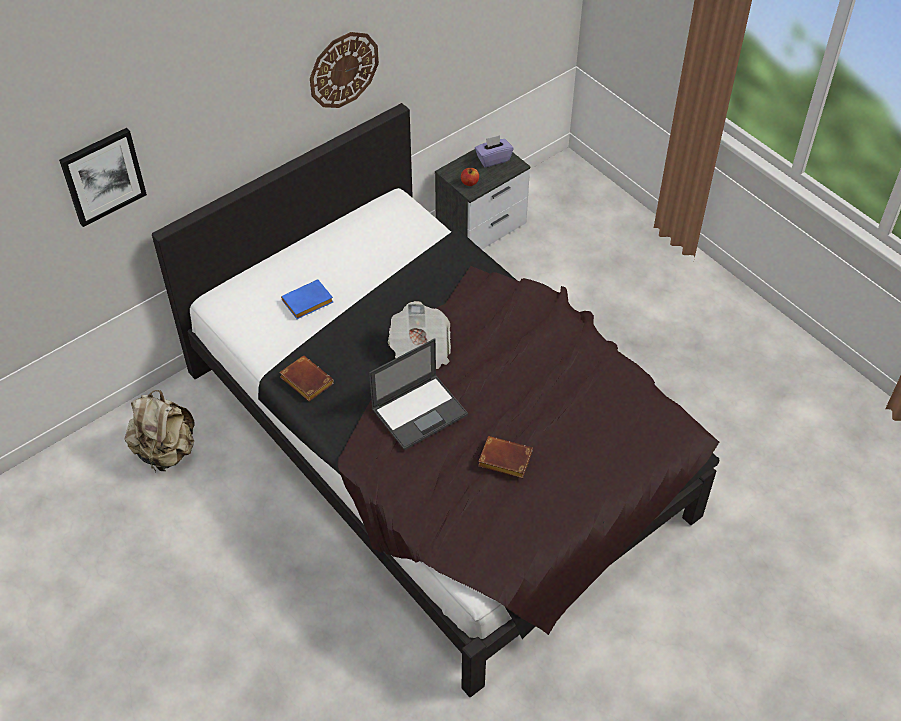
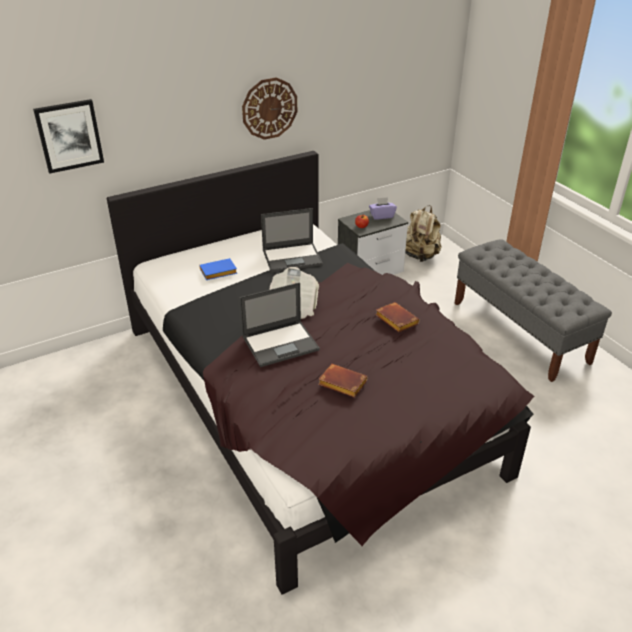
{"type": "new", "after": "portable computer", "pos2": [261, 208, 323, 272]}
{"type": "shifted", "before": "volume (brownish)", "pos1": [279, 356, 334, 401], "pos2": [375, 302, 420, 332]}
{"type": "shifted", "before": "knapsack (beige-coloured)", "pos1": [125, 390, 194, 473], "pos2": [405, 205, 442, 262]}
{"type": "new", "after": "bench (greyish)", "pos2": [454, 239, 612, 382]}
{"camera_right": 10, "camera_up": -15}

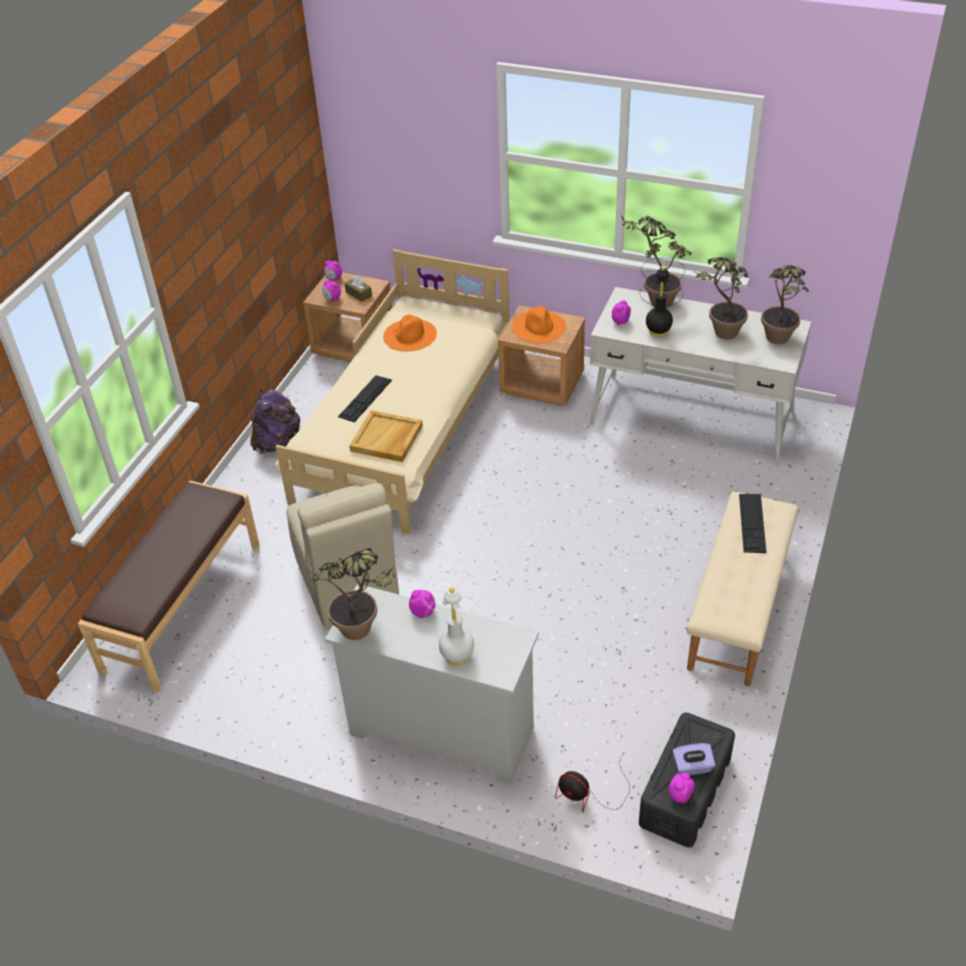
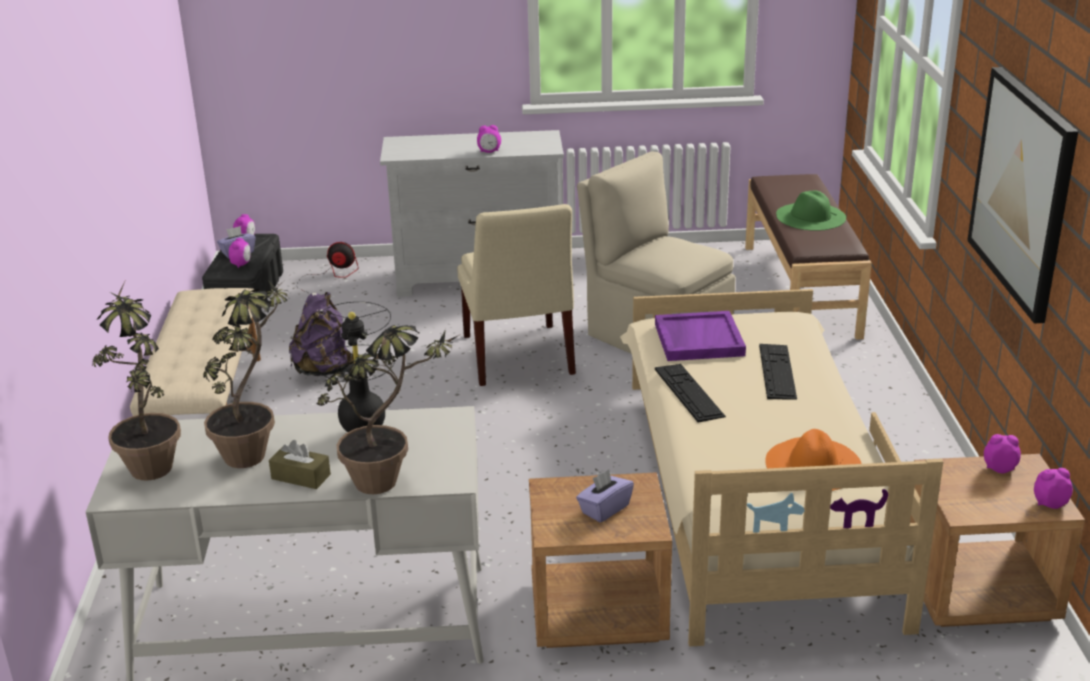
{"type": "shifted", "before": "bedside clock", "pos1": [612, 300, 631, 325], "pos2": [229, 238, 251, 268]}
{"type": "shifted", "before": "tissue holder (brownish)", "pos1": [345, 275, 372, 302], "pos2": [269, 440, 331, 489]}
{"type": "shifted", "before": "knapsack (purple)", "pos1": [250, 389, 300, 454], "pos2": [289, 292, 354, 376]}
{"type": "new", "after": "upright chair (beige-coloured)", "pos2": [457, 204, 576, 386]}
{"type": "swapped", "before": "hat (orange)", "after": "tissue holder (purple)", "pos1": [512, 306, 566, 343], "pos2": [576, 469, 634, 522]}
{"type": "repainted", "before": "serving tray (beige-coloured)", "after": "serving tray (purple)", "pos1": [349, 411, 423, 462], "pos2": [655, 311, 746, 361]}
{"type": "shifted", "before": "computer keyboard", "pos1": [739, 494, 766, 553], "pos2": [655, 364, 726, 423]}
{"type": "new", "after": "hat (greenish)", "pos2": [776, 190, 846, 231]}
{"type": "new", "after": "wall art", "pos2": [967, 67, 1078, 324]}
{"type": "gone", "before": "houseplant", "pos1": [312, 548, 395, 640]}
{"type": "gone", "before": "tabletop lamp (white-coloured)", "pos1": [423, 570, 483, 666]}
{"camera_right": 155, "camera_up": -15}

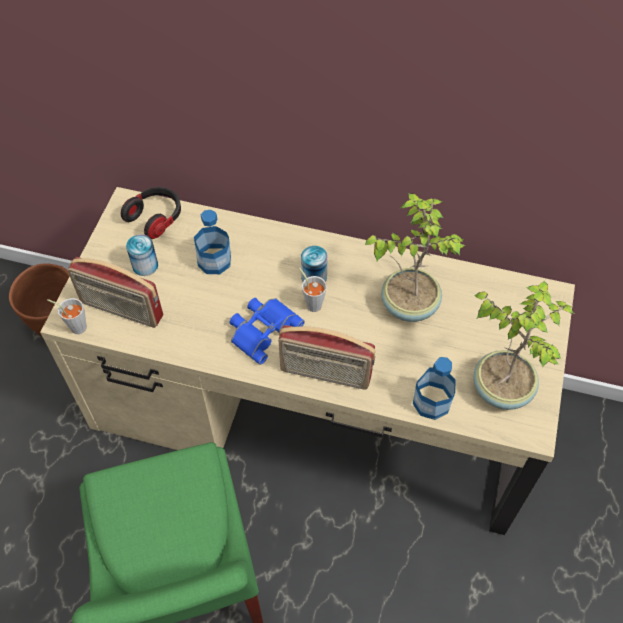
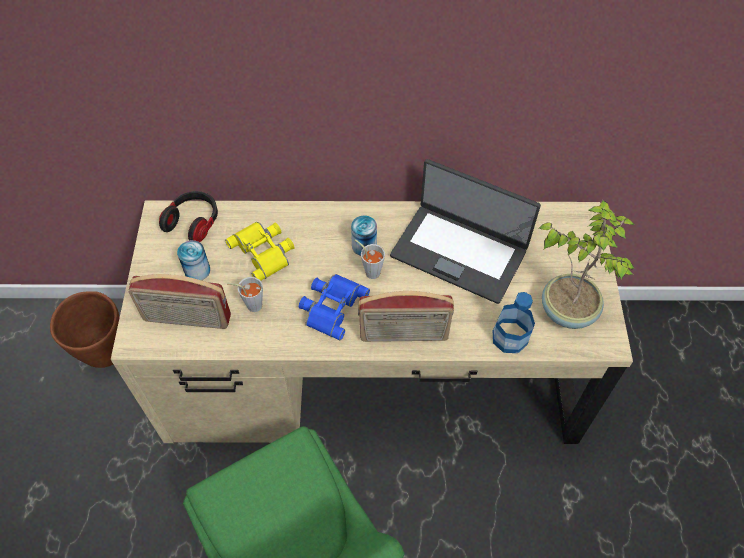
{"type": "swapped", "before": "beverage bottle", "after": "field glasses (yellow)", "pos1": [194, 210, 231, 274], "pos2": [225, 222, 294, 281]}
{"type": "shifted", "before": "drinking cup (greyish)", "pos1": [47, 298, 87, 334], "pos2": [227, 277, 263, 312]}
{"type": "swapped", "before": "houseplant", "after": "portable computer", "pos1": [365, 193, 465, 322], "pos2": [390, 159, 541, 304]}
{"camera_right": -15, "camera_up": 0}

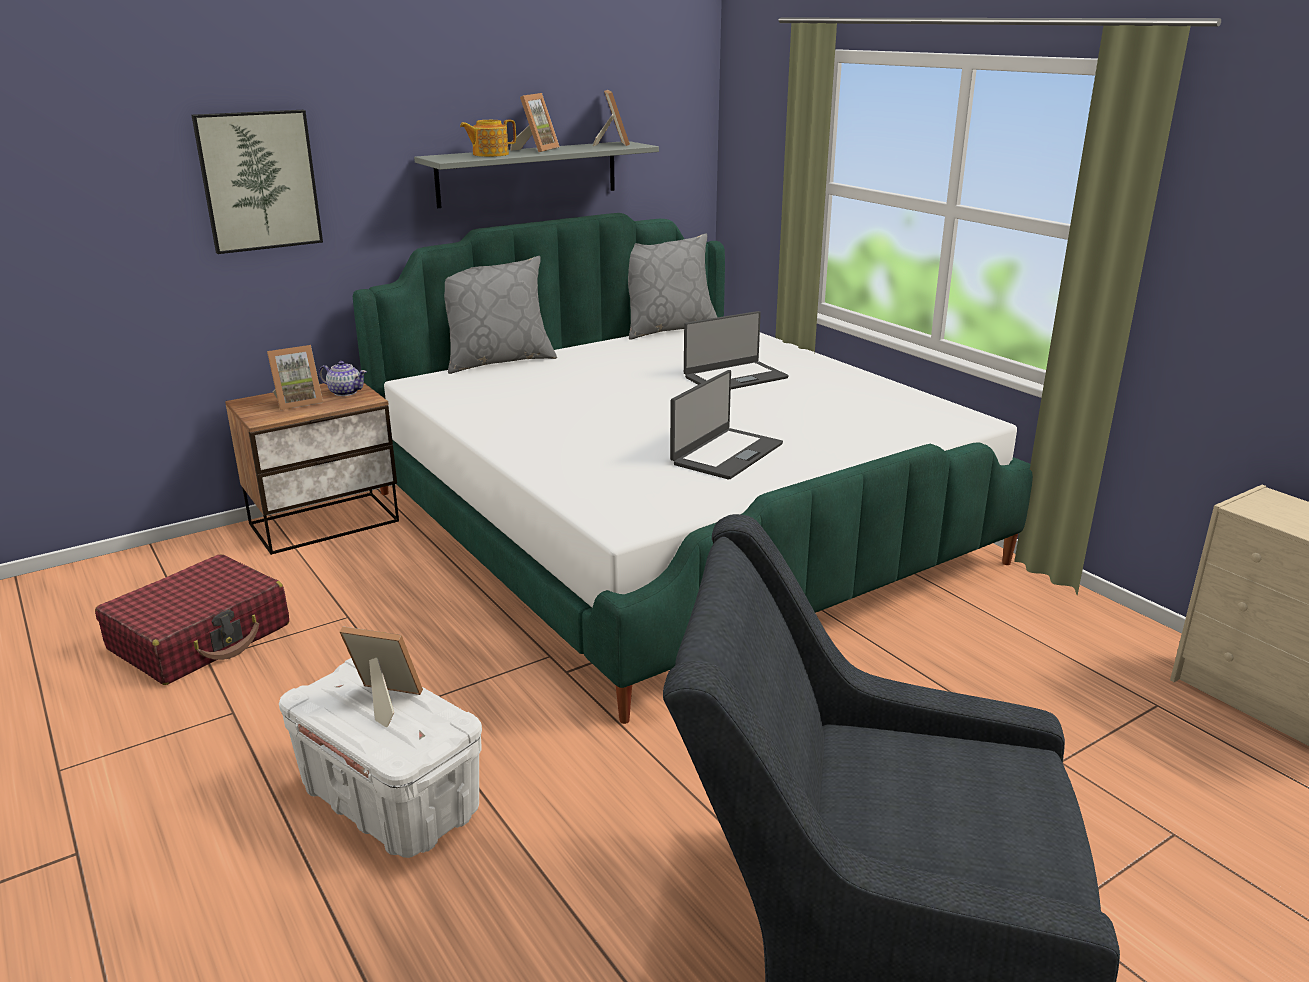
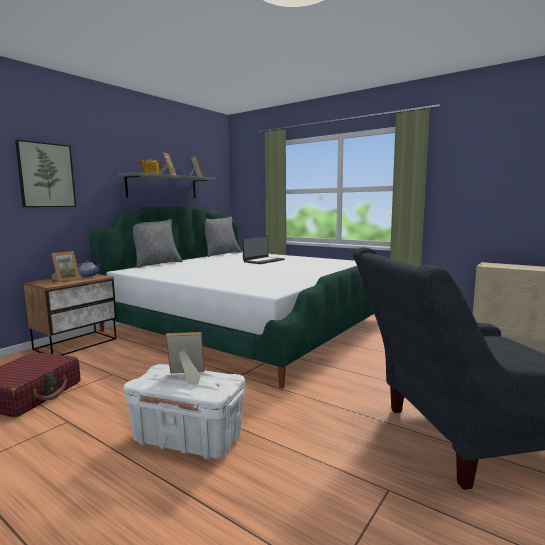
{"type": "gone", "before": "portable computer", "pos1": [670, 370, 783, 480]}
{"camera_right": -20, "camera_up": -15}

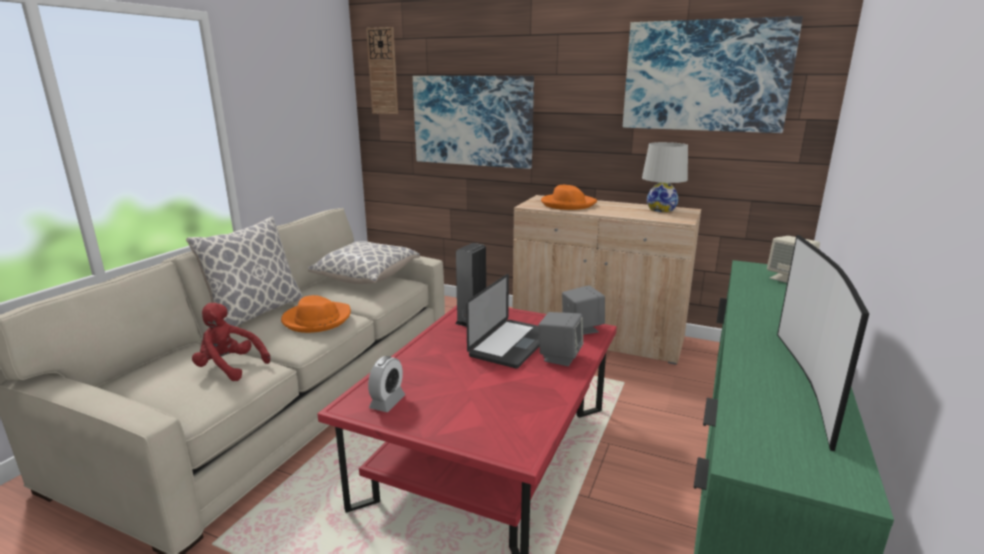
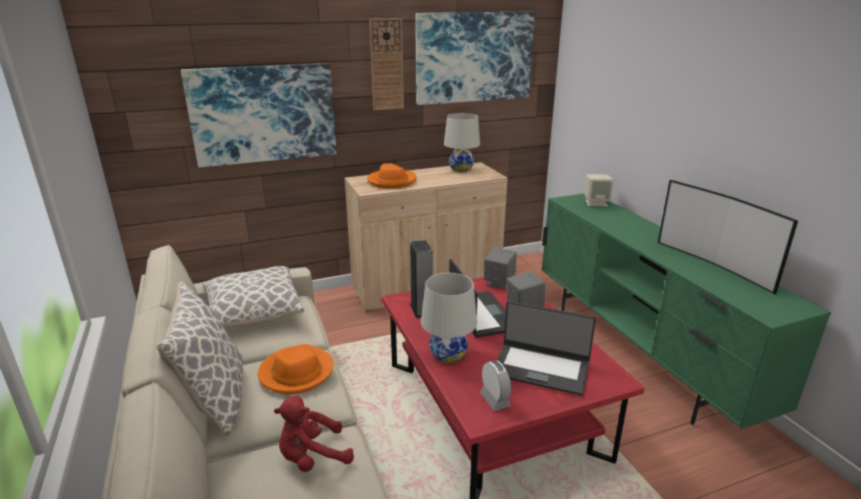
{"type": "shifted", "before": "wall clock", "pos1": [366, 27, 398, 114], "pos2": [369, 18, 404, 111]}
{"type": "new", "after": "tabletop lamp (white-coloured)", "pos2": [421, 273, 477, 363]}
{"type": "new", "after": "portable computer", "pos2": [497, 301, 596, 396]}
{"camera_right": -45, "camera_up": 5}

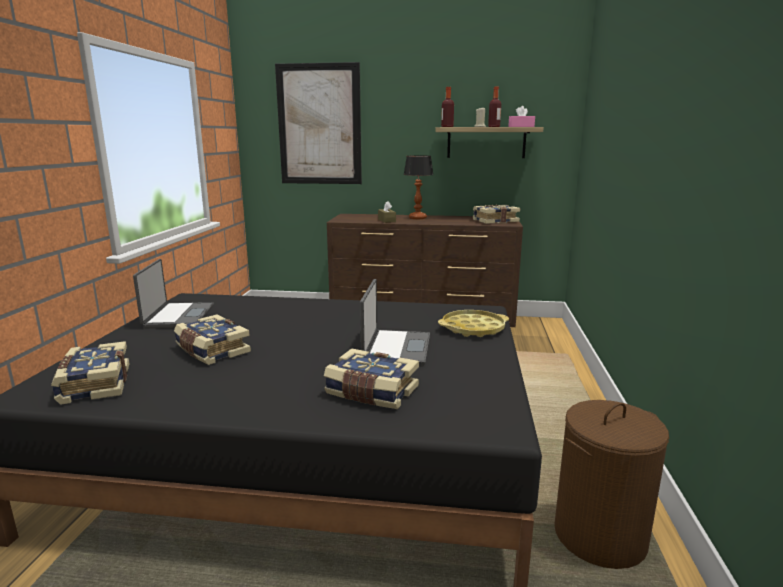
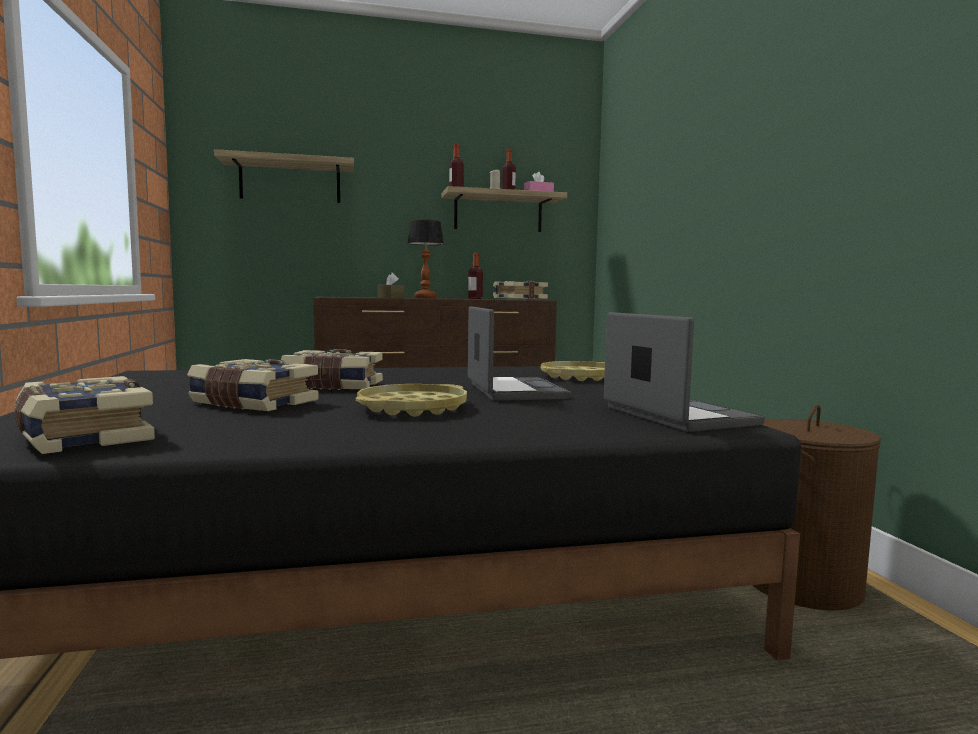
{"type": "swapped", "before": "wall art", "after": "wall shelf", "pos1": [275, 62, 362, 184], "pos2": [214, 149, 354, 203]}
{"type": "shifted", "before": "volume", "pos1": [324, 348, 419, 409], "pos2": [281, 349, 383, 390]}
{"type": "new", "after": "serving tray (yellow)", "pos2": [356, 384, 467, 417]}
{"type": "new", "after": "beverage bottle", "pos2": [468, 253, 483, 299]}
{"type": "shifted", "before": "portable computer", "pos1": [133, 259, 214, 329], "pos2": [604, 312, 765, 432]}
{"camera_right": -20, "camera_up": -10}

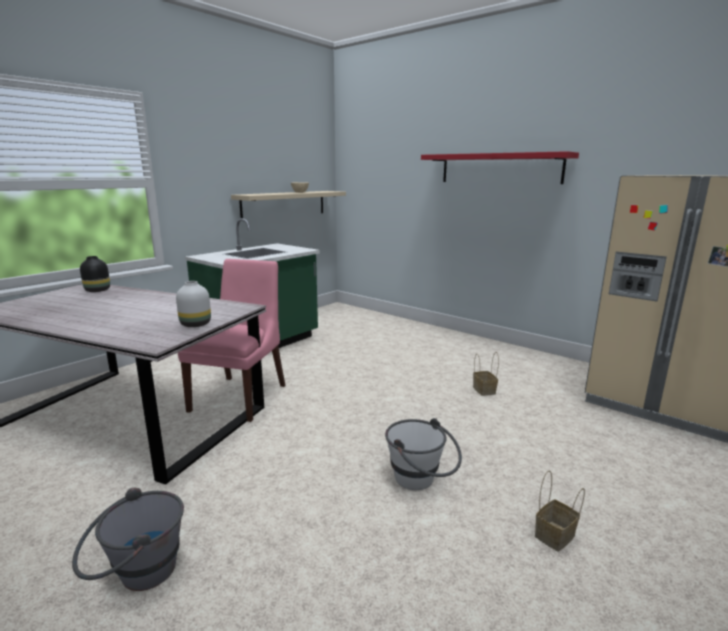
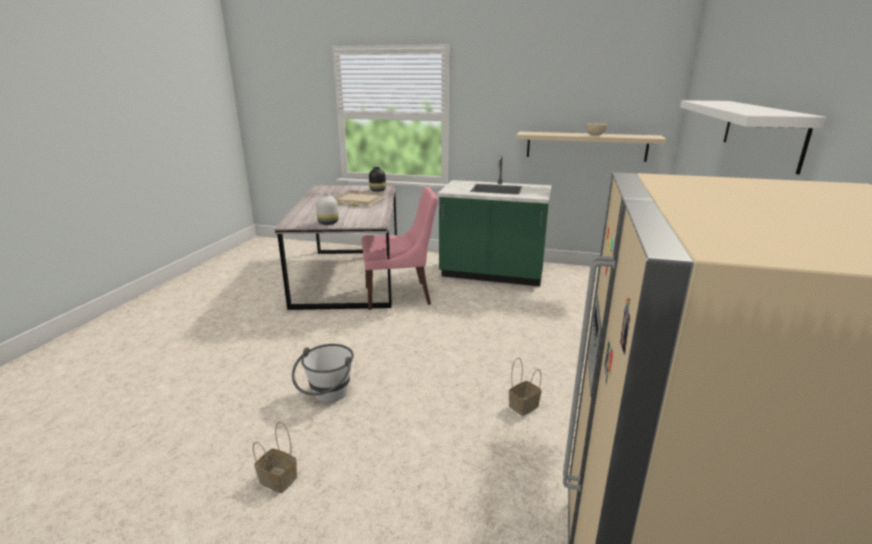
{"type": "new", "after": "serving tray (beige-coloured)", "pos2": [334, 190, 388, 206]}
{"type": "repainted", "before": "wall shelf (reddish)", "after": "wall shelf (white-coloured)", "pos1": [421, 151, 579, 184], "pos2": [680, 100, 827, 175]}
{"type": "gone", "before": "water bucket (greyish)", "pos1": [72, 487, 184, 591]}
{"camera_right": 65, "camera_up": 5}

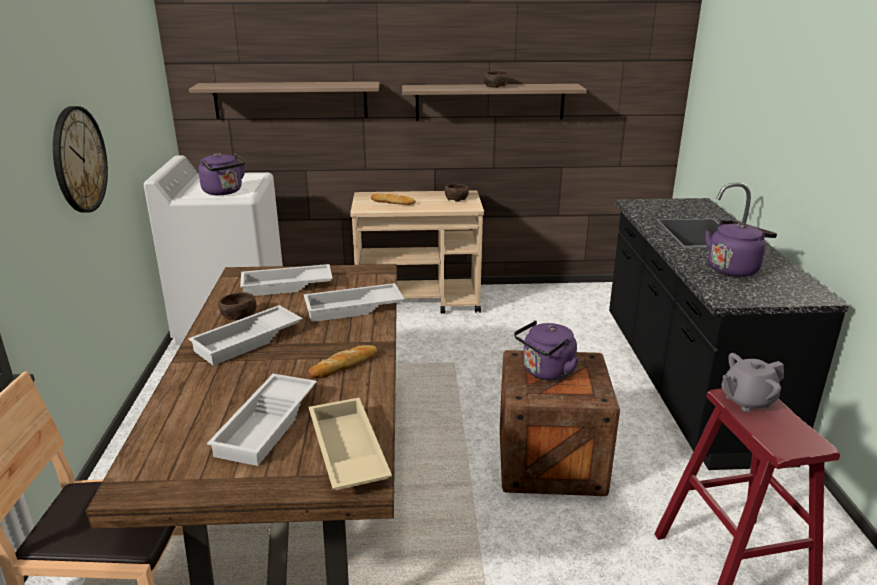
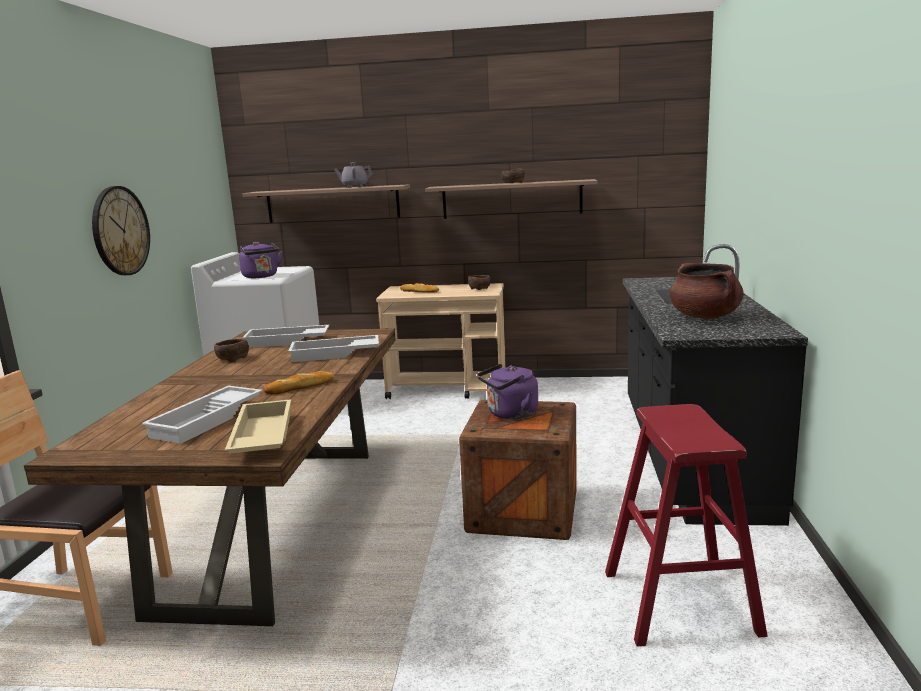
{"type": "shifted", "before": "tea pot (greyish)", "pos1": [722, 353, 784, 412], "pos2": [334, 163, 373, 188]}
{"type": "swapped", "before": "water kettle (purple)", "after": "stockpot (brownish)", "pos1": [705, 220, 777, 277], "pos2": [670, 263, 744, 319]}
{"type": "gone", "before": "serving tray (white-coloured)", "pos1": [188, 305, 303, 366]}
{"camera_right": 10, "camera_up": -10}

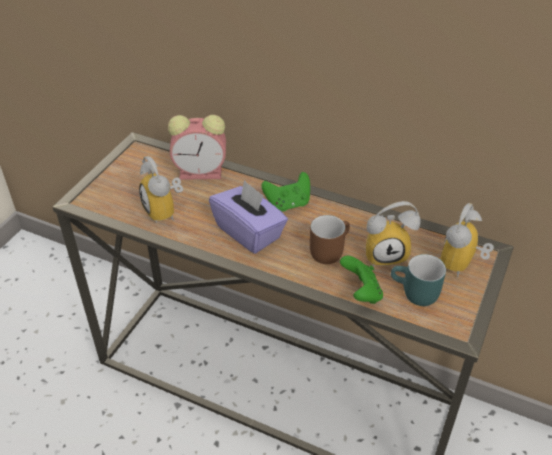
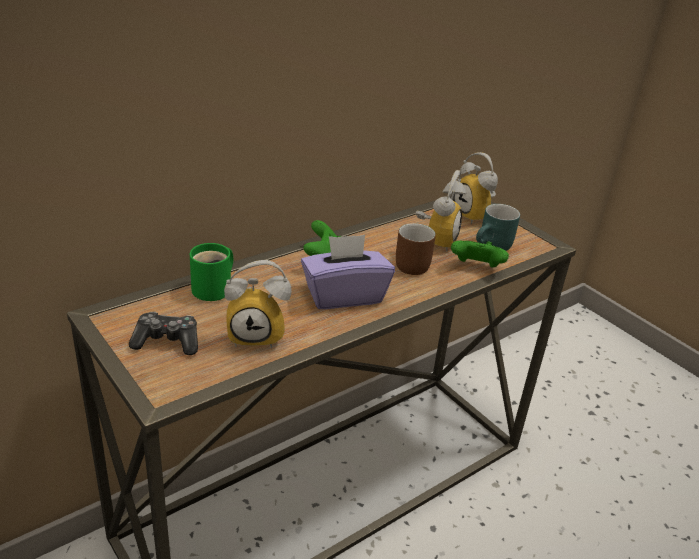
{"type": "new", "after": "joypad", "pos2": [129, 312, 198, 355]}
{"type": "swapped", "before": "bedside clock", "after": "tea mug (greenish)", "pos1": [168, 115, 226, 180], "pos2": [190, 243, 233, 301]}
{"camera_right": -65, "camera_up": -10}

